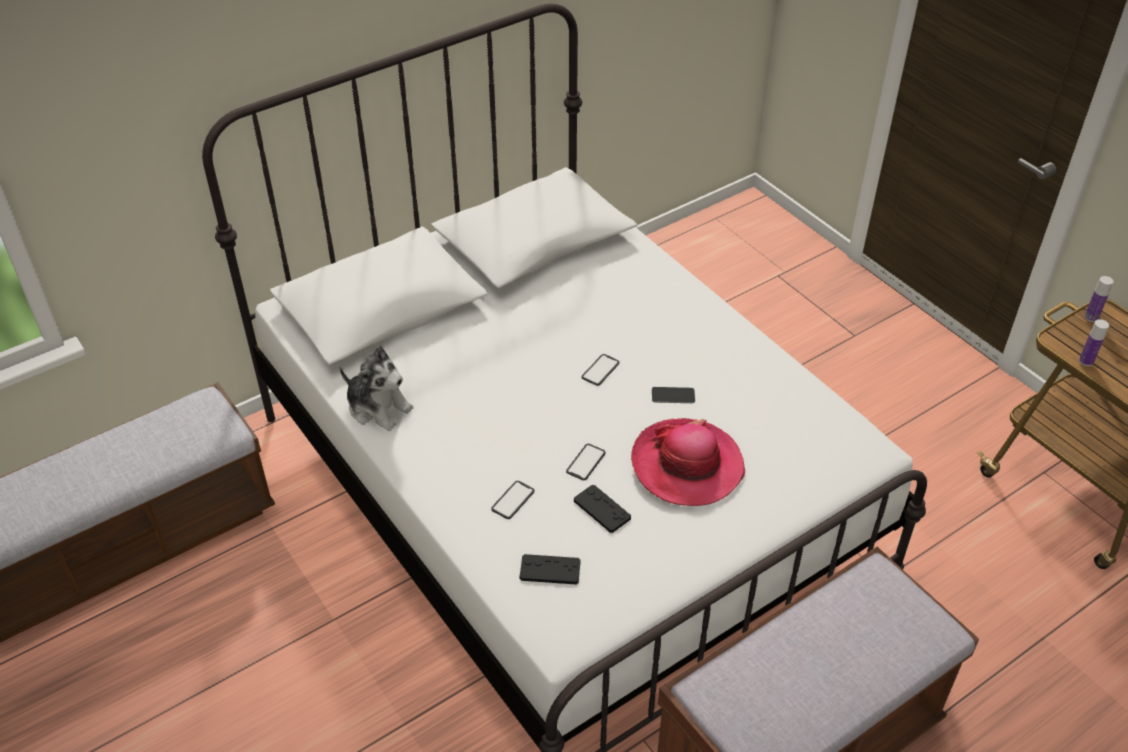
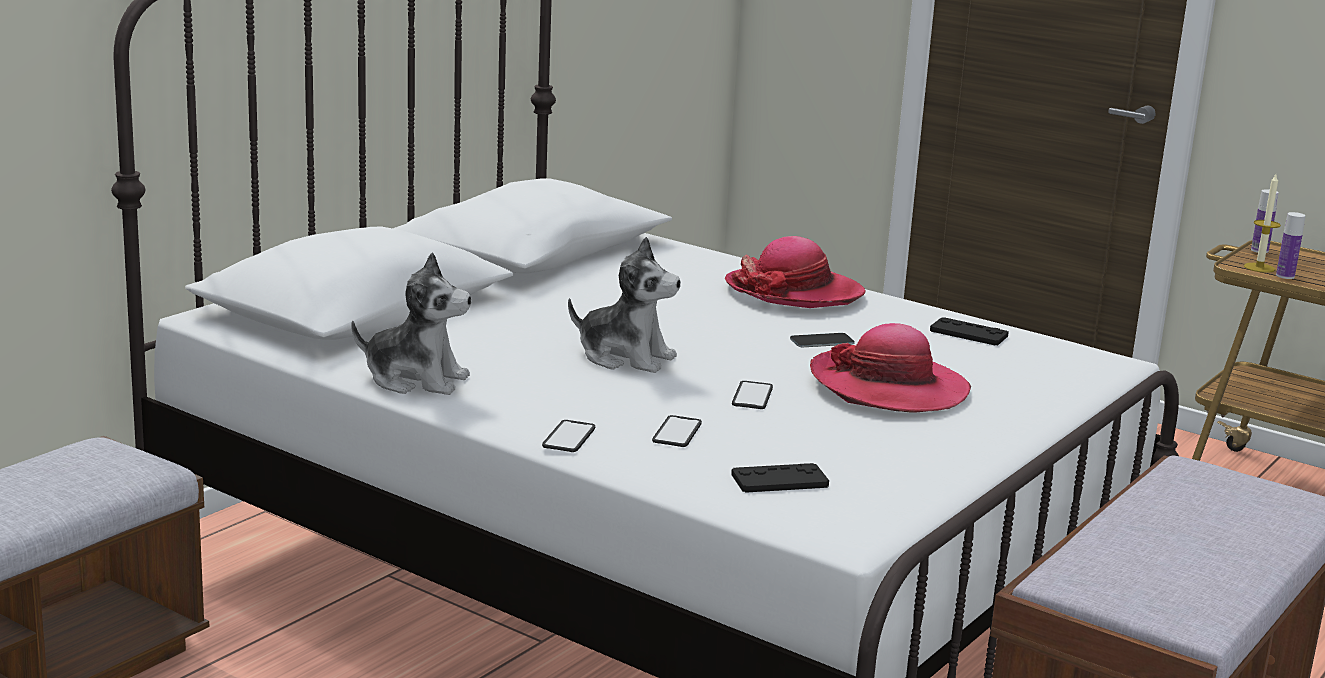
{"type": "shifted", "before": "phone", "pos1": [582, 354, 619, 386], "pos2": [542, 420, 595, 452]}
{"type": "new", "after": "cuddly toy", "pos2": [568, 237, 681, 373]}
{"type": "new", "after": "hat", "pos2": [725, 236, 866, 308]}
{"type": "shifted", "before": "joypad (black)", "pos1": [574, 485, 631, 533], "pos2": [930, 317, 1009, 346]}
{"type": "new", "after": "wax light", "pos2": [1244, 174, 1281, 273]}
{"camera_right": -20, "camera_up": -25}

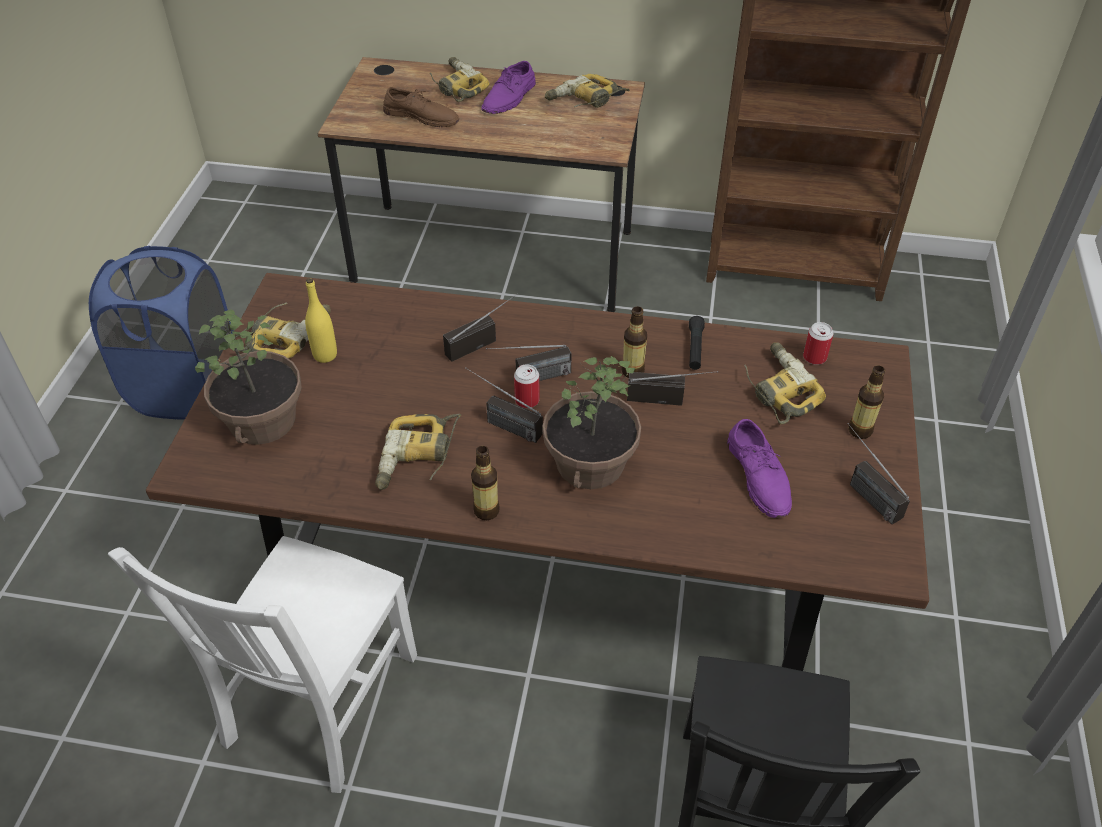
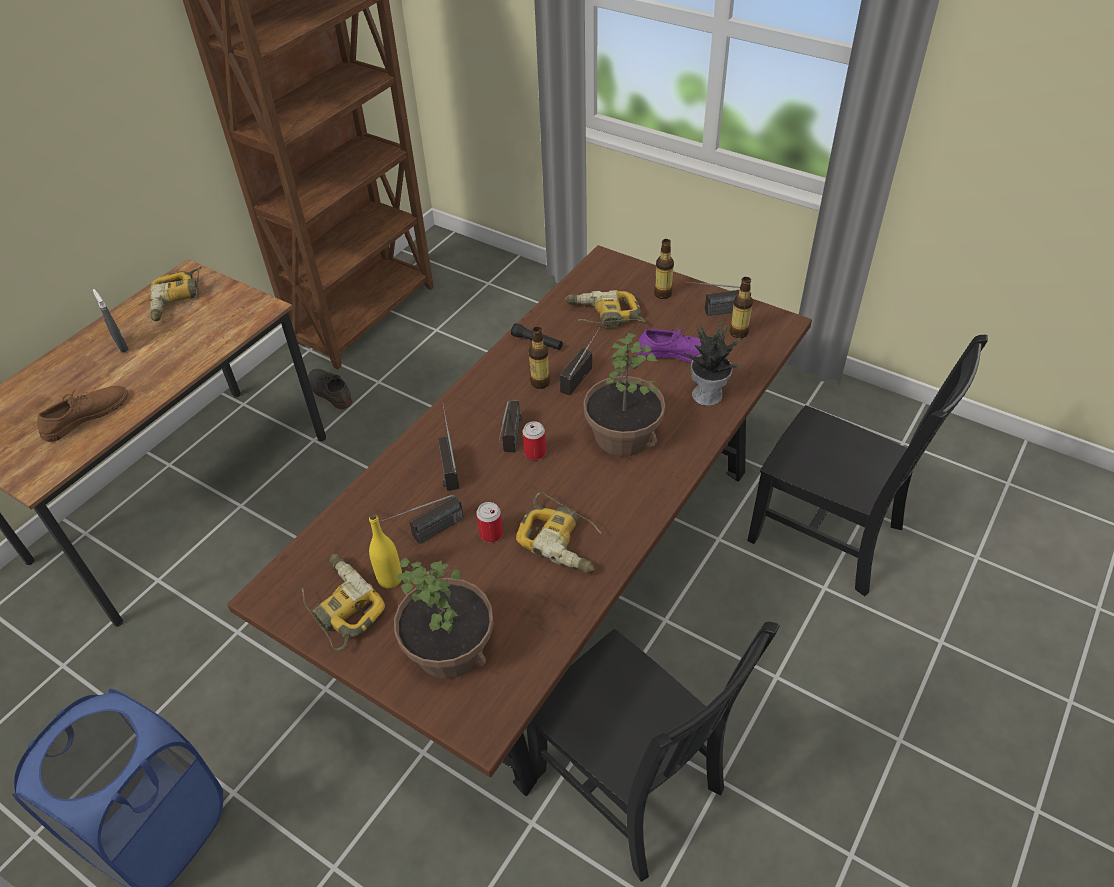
{"type": "swapped", "before": "shoe (purple)", "after": "sprayer (greyish)", "pos1": [481, 61, 536, 114], "pos2": [93, 289, 128, 353]}
{"type": "new", "after": "shoe (greyish)", "pos2": [308, 369, 352, 409]}
{"type": "shifted", "before": "radio set", "pos1": [465, 368, 543, 443], "pos2": [380, 495, 464, 544]}
{"type": "shifted", "before": "sealed can", "pos1": [803, 322, 833, 365], "pos2": [476, 502, 503, 543]}
{"type": "repainted", "before": "upright chair (white-coloured)", "after": "upright chair (black)", "pos1": [108, 536, 417, 793], "pos2": [527, 622, 780, 882]}
{"type": "new", "after": "houseplant", "pos2": [683, 320, 745, 406]}
{"type": "shifted", "before": "beverage bottle", "pos1": [471, 446, 500, 520], "pos2": [730, 277, 753, 338]}
{"type": "gone", "before": "drill", "pos1": [430, 57, 490, 102]}
{"camera_right": -65, "camera_up": 0}

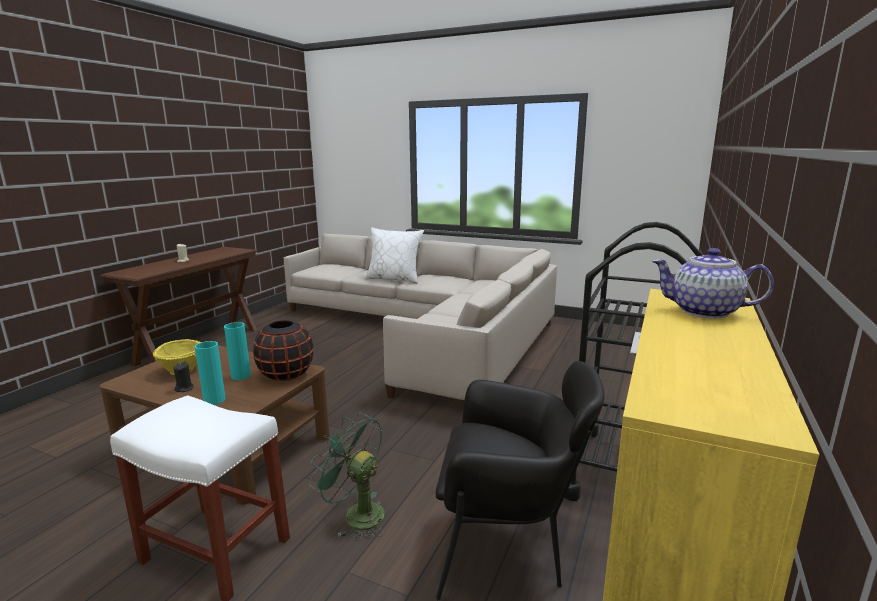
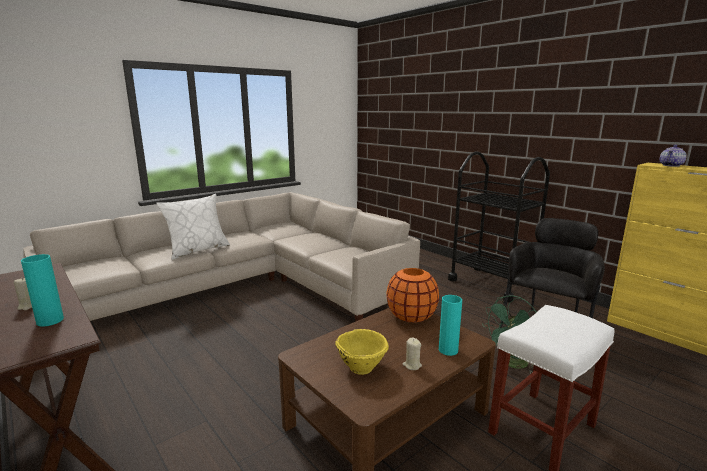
{"type": "shifted", "before": "flower vase (turquoise)", "pos1": [224, 322, 251, 380], "pos2": [21, 254, 64, 327]}
{"type": "repainted", "before": "flower vase (black)", "after": "flower vase (orange)", "pos1": [253, 321, 314, 381], "pos2": [386, 268, 439, 323]}
{"type": "repainted", "before": "wax light (black)", "after": "wax light (beige-coloured)", "pos1": [173, 362, 194, 392], "pos2": [403, 338, 422, 370]}
{"camera_right": -65, "camera_up": 0}

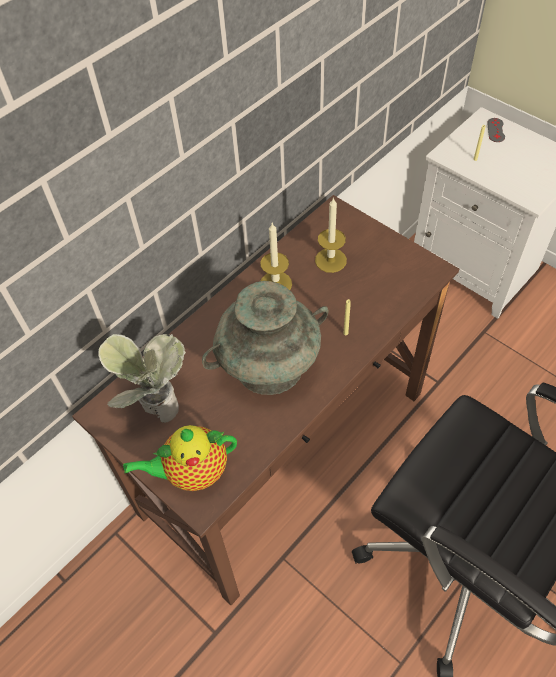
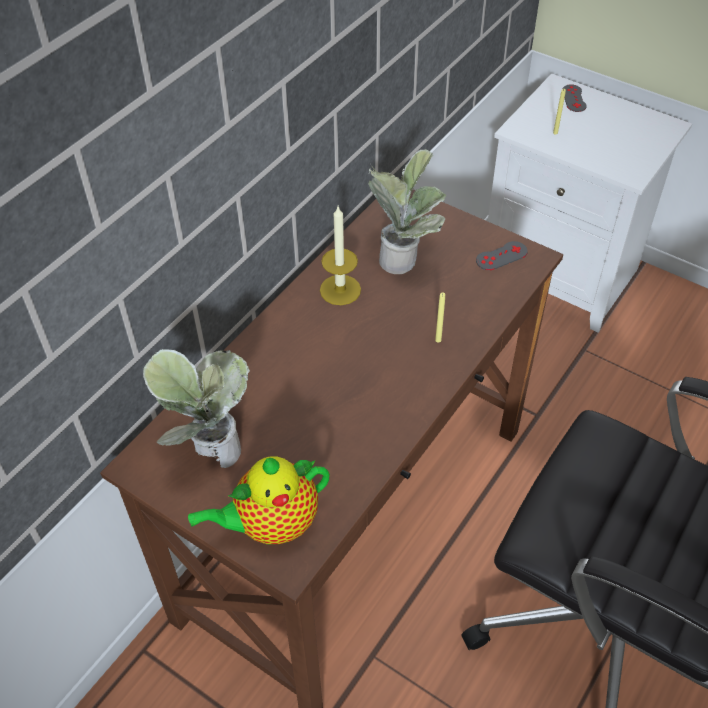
{"type": "swapped", "before": "wax light", "after": "houseplant", "pos1": [315, 197, 347, 273], "pos2": [368, 149, 446, 274]}
{"type": "new", "after": "joypad (greyish)", "pos2": [476, 241, 528, 270]}
{"type": "gone", "before": "flower vase (turquoise)", "pos1": [202, 281, 329, 395]}
{"camera_right": -10, "camera_up": -5}

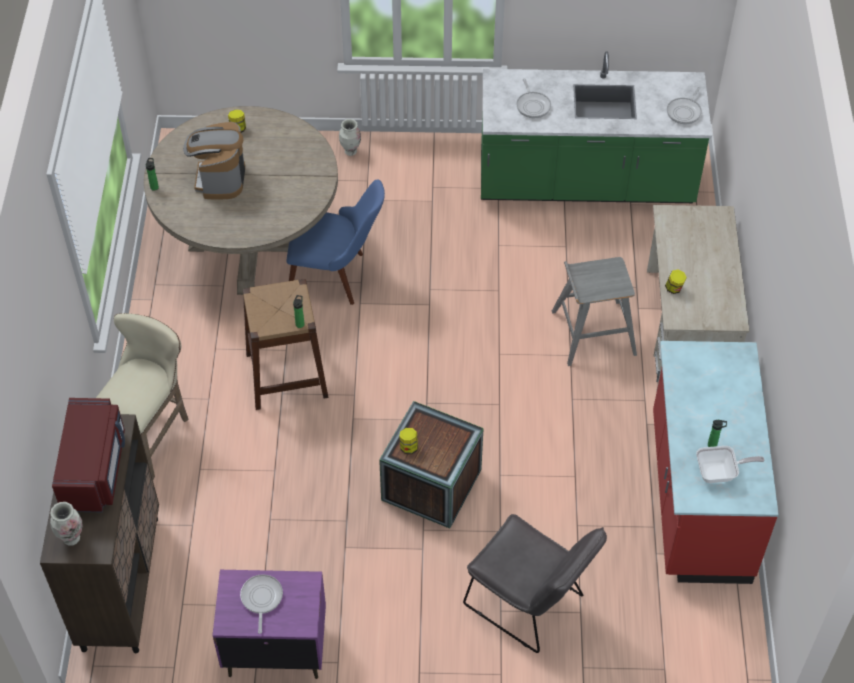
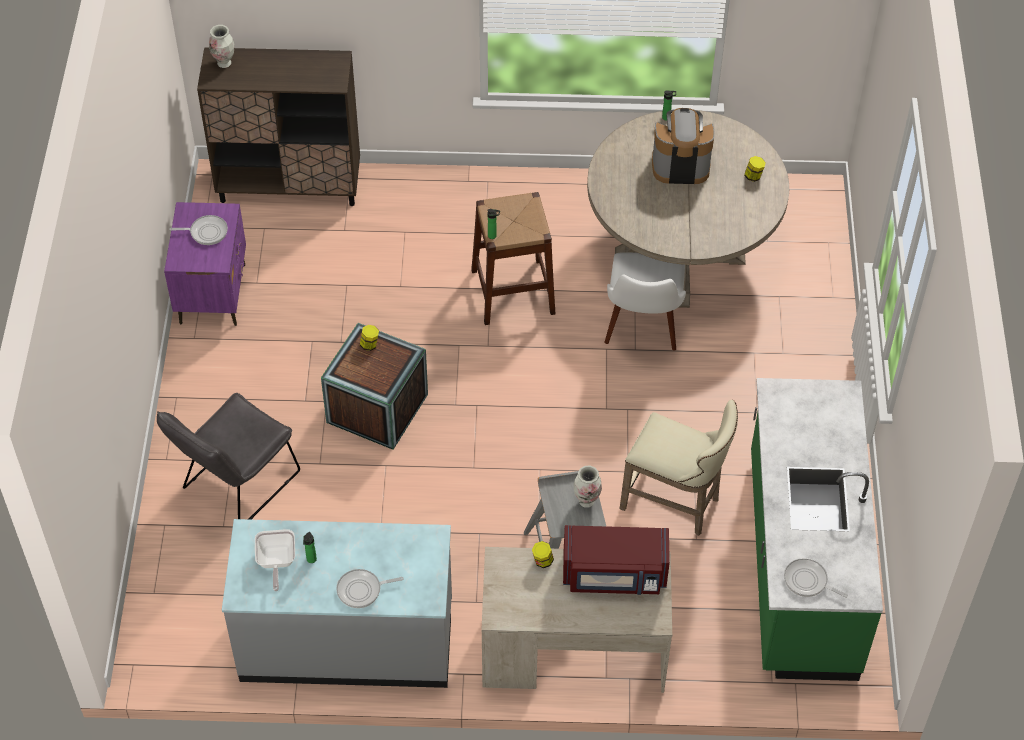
{"type": "repainted", "before": "kitchen counter (reddish)", "after": "kitchen counter (greyish)", "pos1": [653, 341, 779, 584], "pos2": [222, 519, 452, 688]}
{"type": "shifted", "before": "skillet", "pos1": [516, 78, 551, 118], "pos2": [336, 569, 404, 608]}
{"type": "shifted", "before": "microwave (reddish)", "pos1": [52, 398, 125, 512], "pos2": [563, 525, 670, 595]}
{"type": "shifted", "before": "flower vase", "pos1": [339, 119, 361, 156], "pos2": [573, 466, 602, 508]}
{"type": "repainted", "before": "upright chair (blue)", "after": "upright chair (white-coloured)", "pos1": [287, 179, 385, 305], "pos2": [605, 252, 686, 351]}
{"type": "shifted", "before": "stool seat (beige-coloured)", "pos1": [96, 313, 189, 479], "pos2": [620, 400, 738, 536]}
{"camera_right": 90, "camera_up": 0}

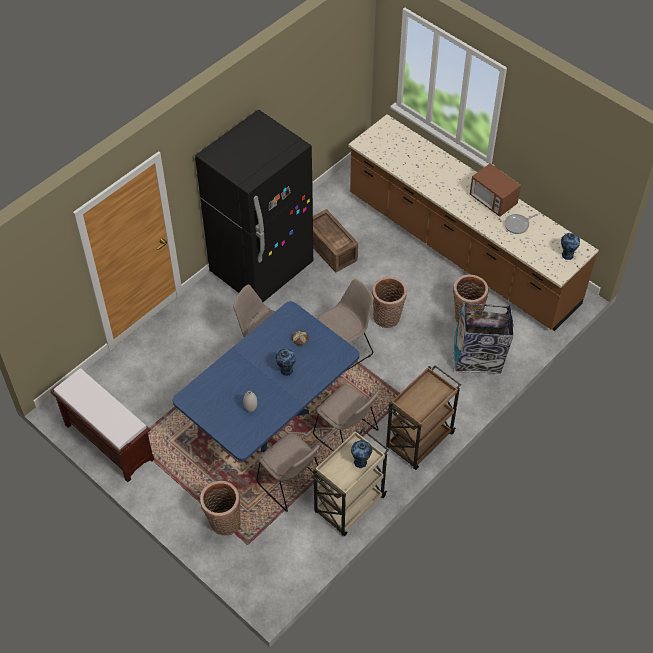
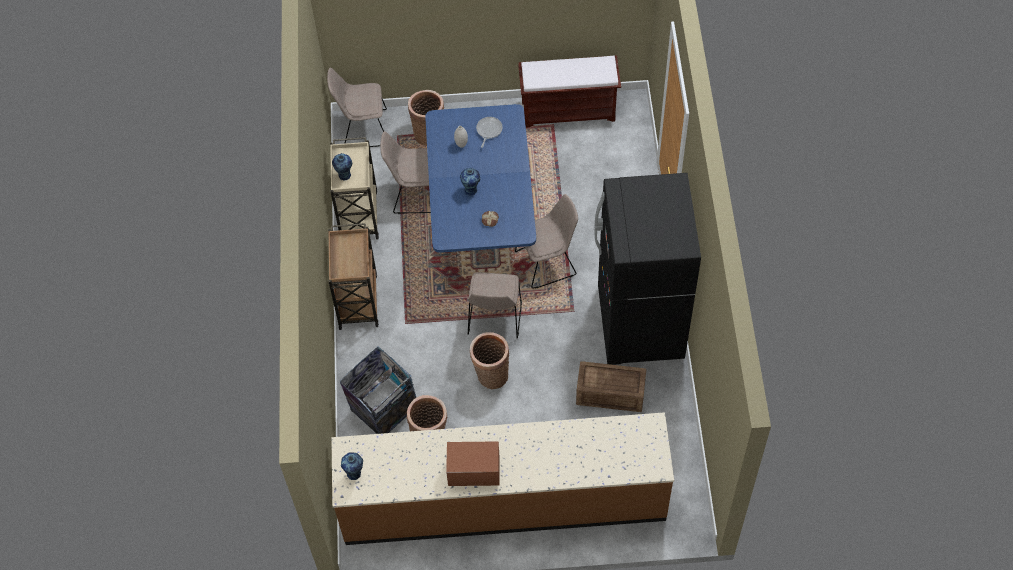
{"type": "shifted", "before": "upright chair (beige-coloured)", "pos1": [313, 384, 379, 452], "pos2": [327, 68, 387, 147]}
{"type": "shifted", "before": "skillet", "pos1": [504, 214, 538, 234], "pos2": [476, 117, 503, 148]}
{"camera_right": 135, "camera_up": 5}

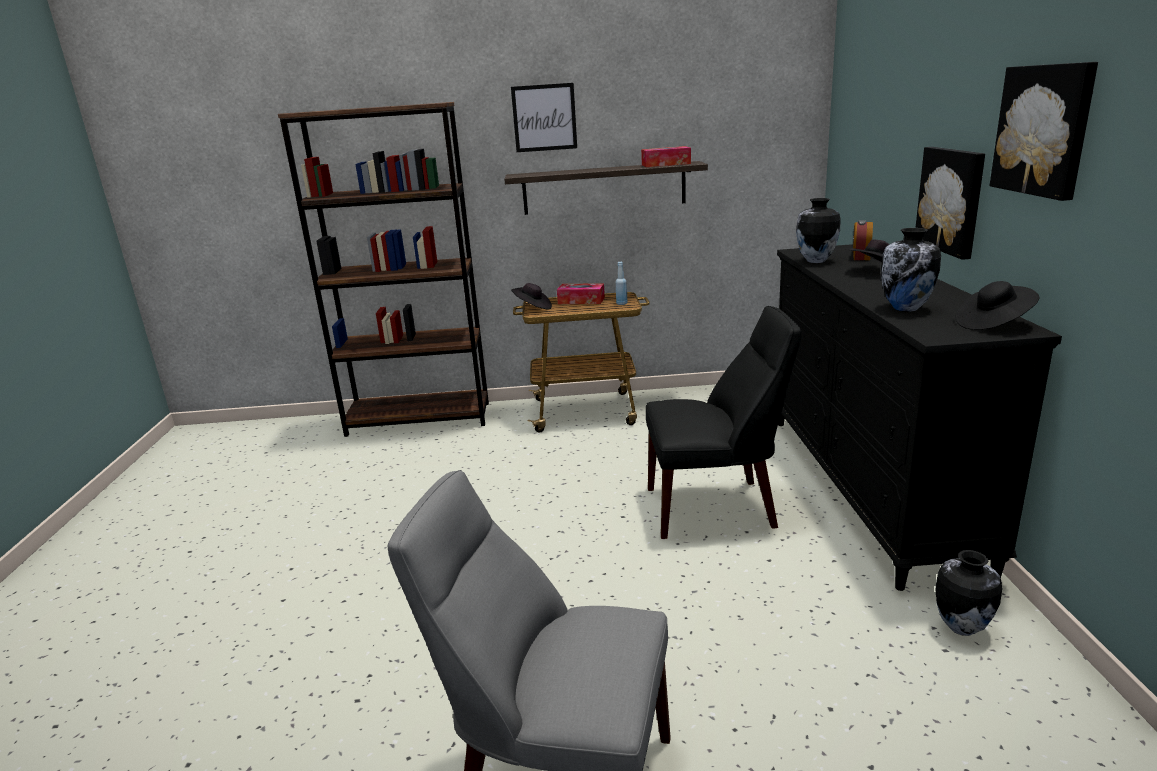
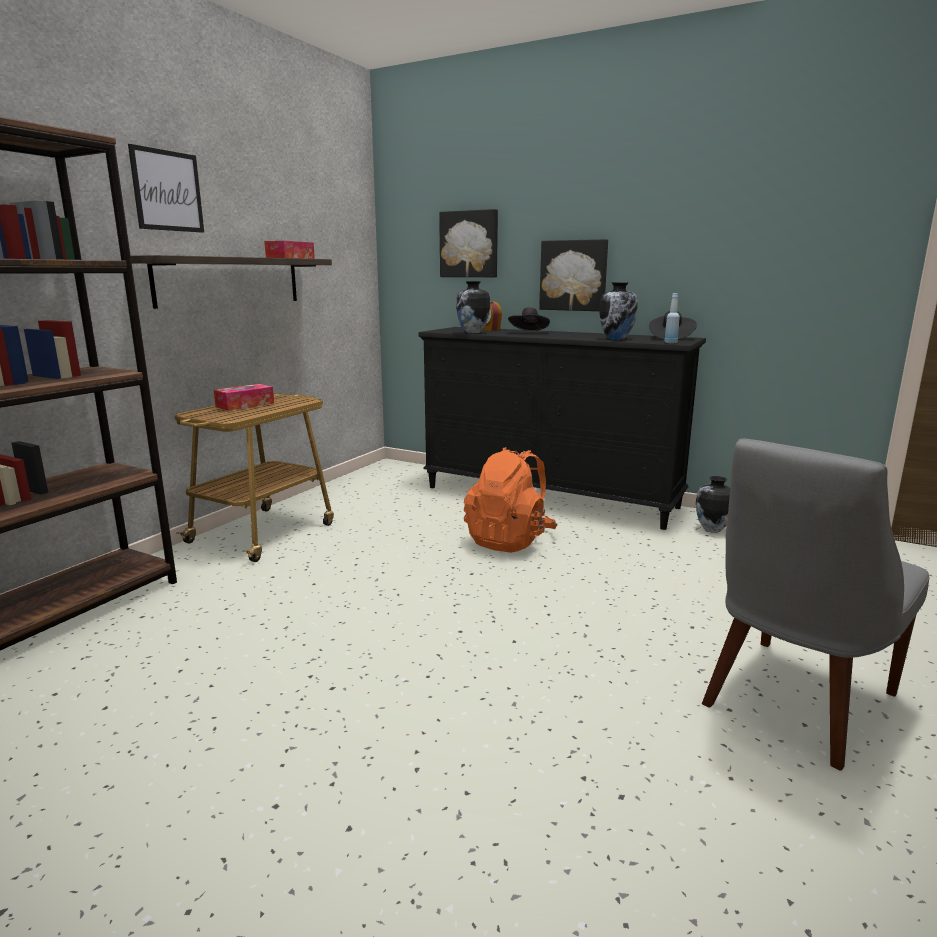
{"type": "shifted", "before": "wall art", "pos1": [990, 62, 1098, 201], "pos2": [439, 209, 498, 277]}
{"type": "swapped", "before": "upright chair (black)", "after": "knapsack (orange)", "pos1": [646, 306, 802, 539], "pos2": [464, 447, 558, 553]}
{"type": "shifted", "before": "beverage bottle (blue)", "pos1": [616, 262, 628, 305], "pos2": [664, 293, 680, 343]}
{"type": "gone", "before": "hat (black)", "pos1": [511, 283, 552, 309]}
{"camera_right": -60, "camera_up": -5}

